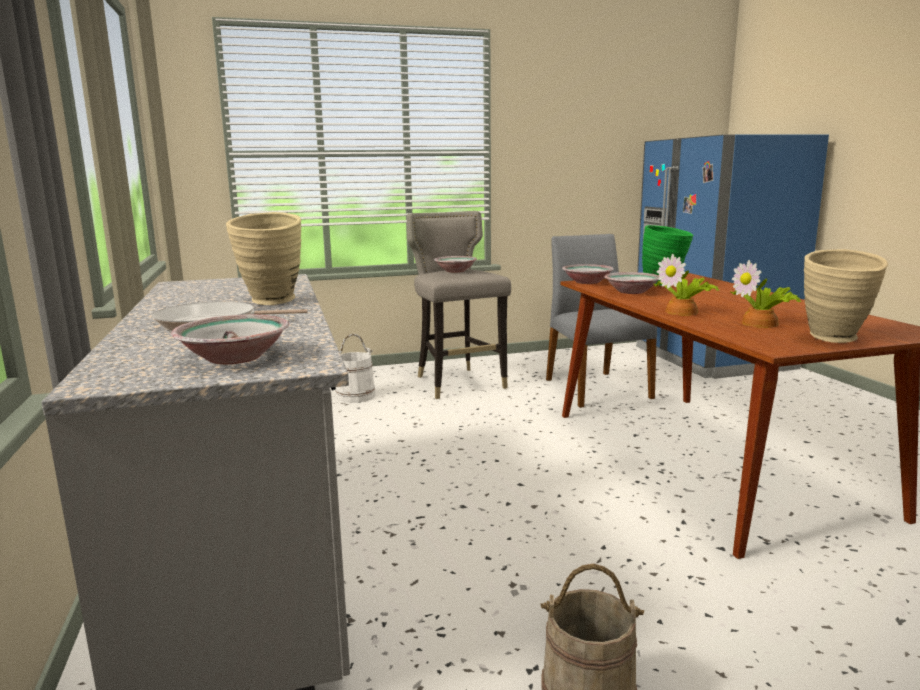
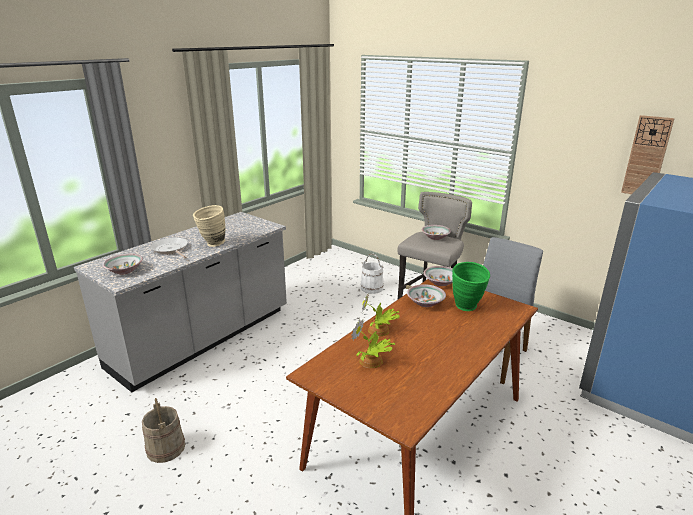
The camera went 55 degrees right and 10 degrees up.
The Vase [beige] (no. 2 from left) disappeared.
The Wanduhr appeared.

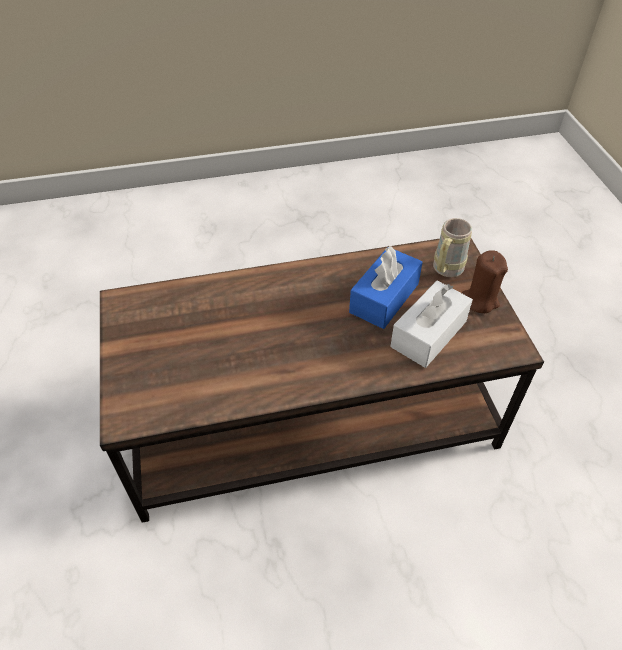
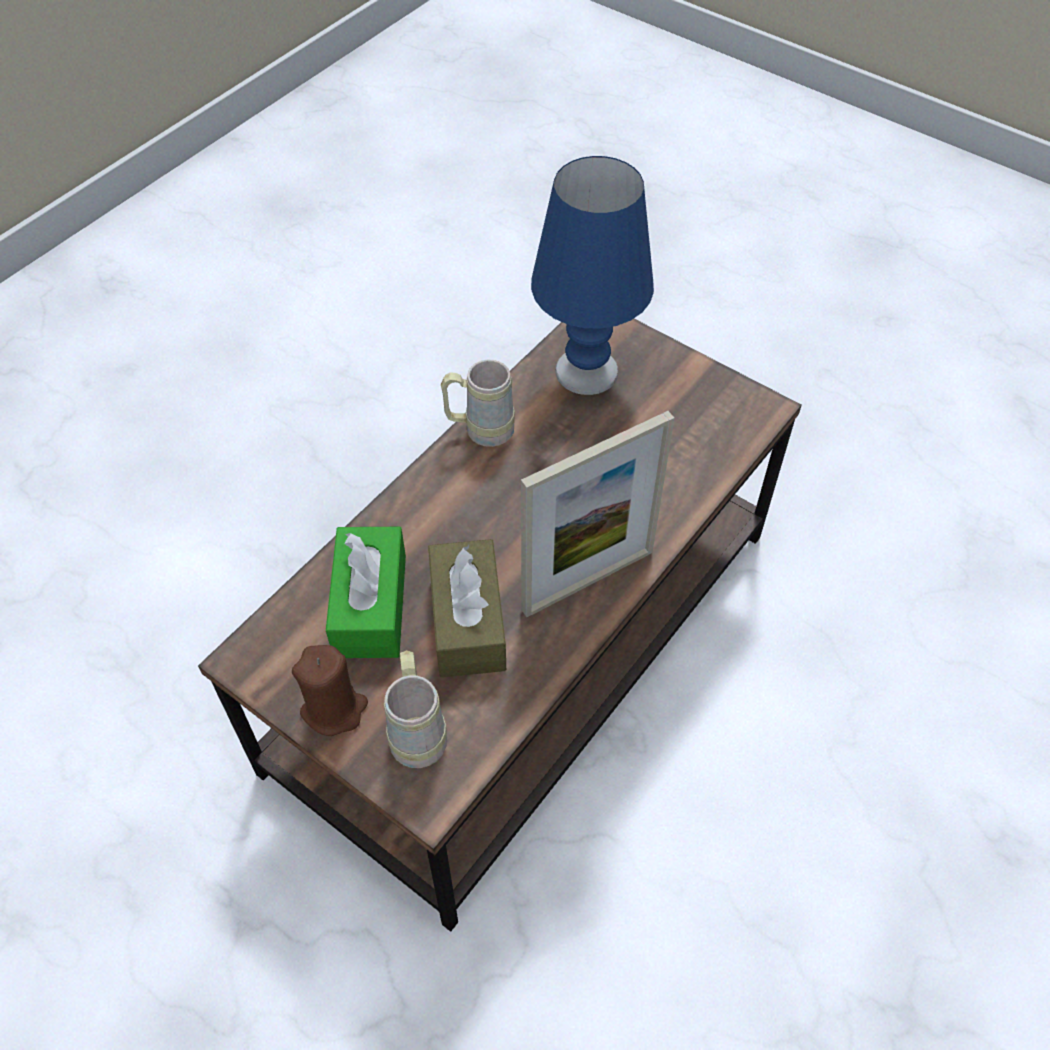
The camera went 140 degrees right and 5 degrees up.
The Henkelbecher [beige] (no. 2 from left) appeared.
The Bilderrahmen appeared.
The Tischlampe [blau] appeared.
The Taschentuchbox [blau] became the Taschentuchbox [braun].
The Taschentuchbox [weiß] became the Taschentuchbox [grün].

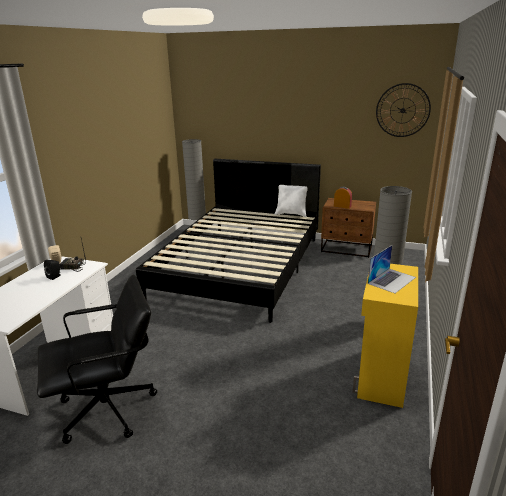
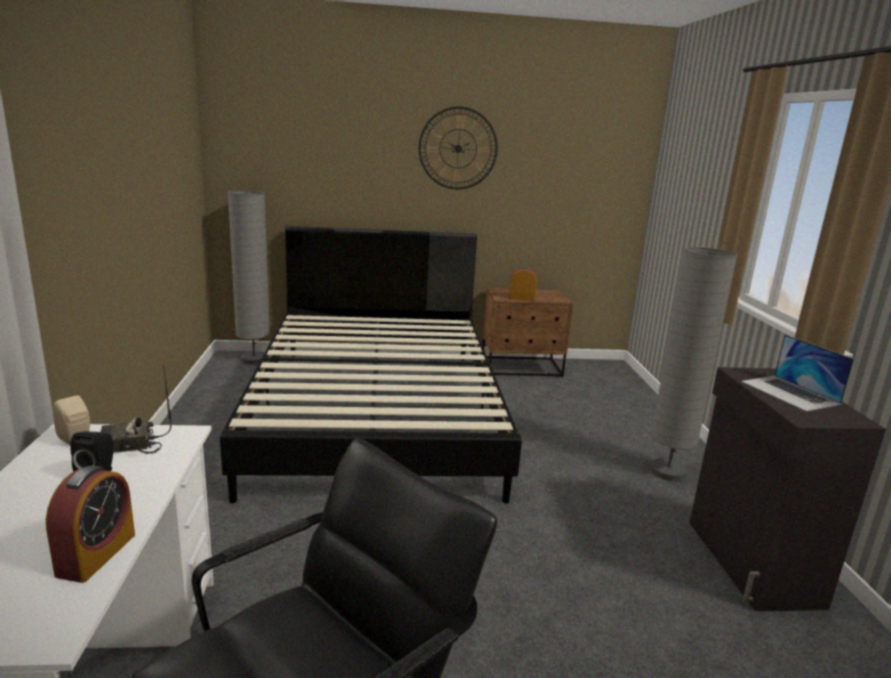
The camera went 25 degrees left and 5 degrees down.
The Kissen [weiß] disappeared.
The Wecker (no. 1 from left) appeared.
The Wanduhr moved.
The Schrank [gelb] became the Schrank [schwarz].
The Laptop turned 135 degrees clockwise.

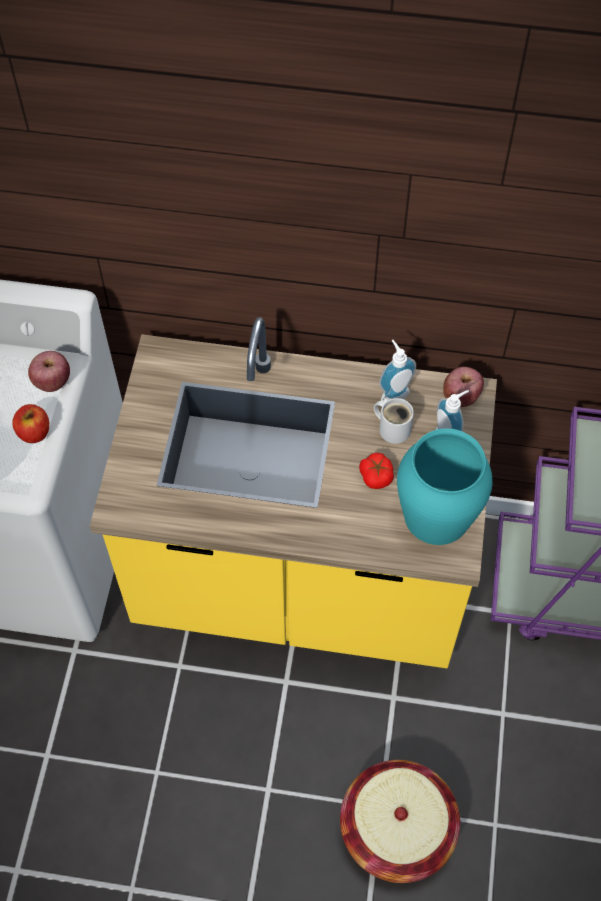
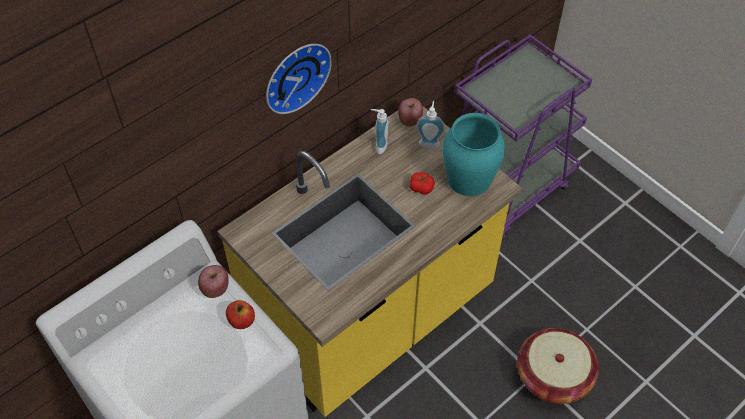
The camera went 50 degrees left and 5 degrees down.
The Henkelbecher [weiß] disappeared.
The Wanduhr appeared.

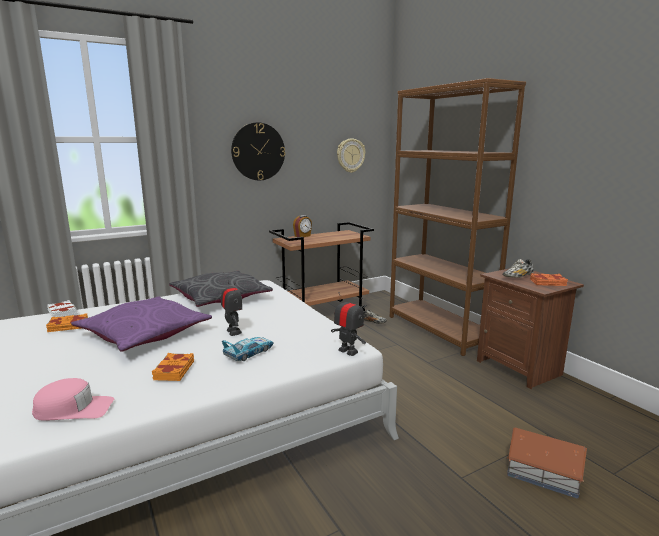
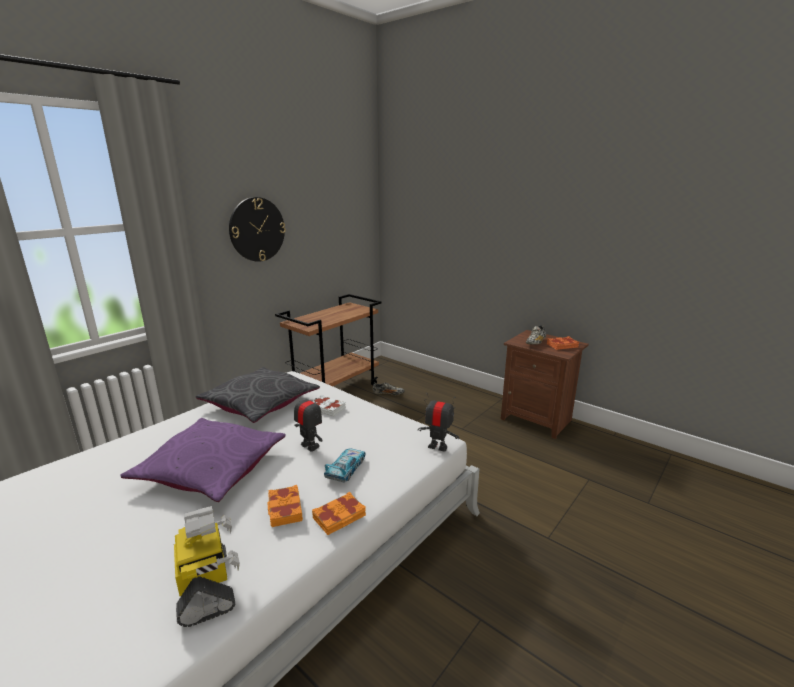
The camera went 20 degrees left and 5 degrees up.
The Wecker disappeared.
The Wanduhr (no. 2 from left) disappeared.
The Bücherregal [braun] disappeared.
The Spielzeughaus disappeared.
The Buch [orange] (no. 1 from left in the first image) moved.
The Buch [weiß] moved.
The Kappe [rosa] was replaced by the Spielzeugroboter (no. 1 from left).

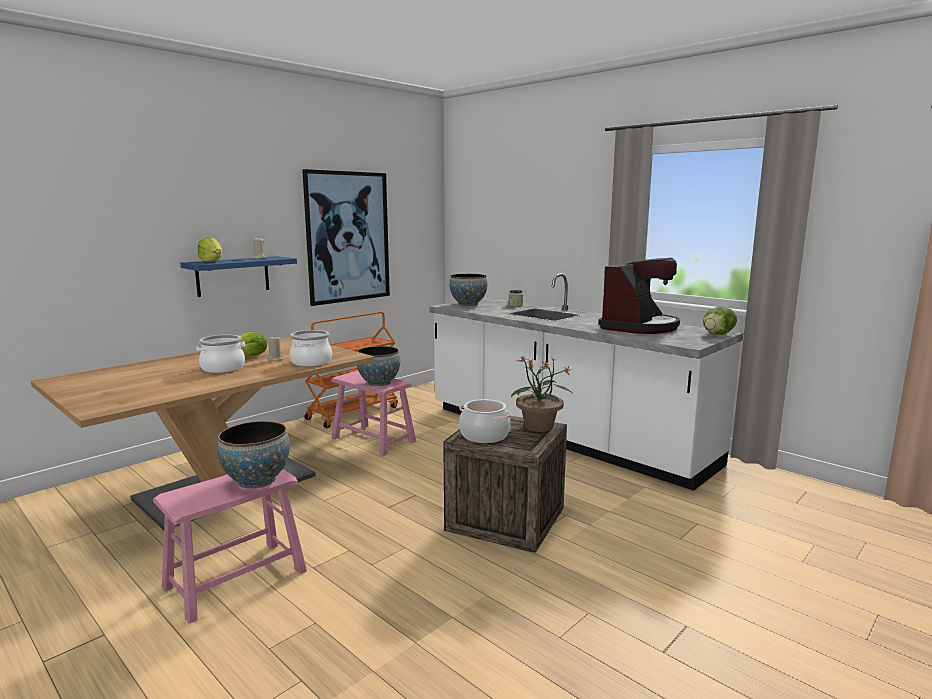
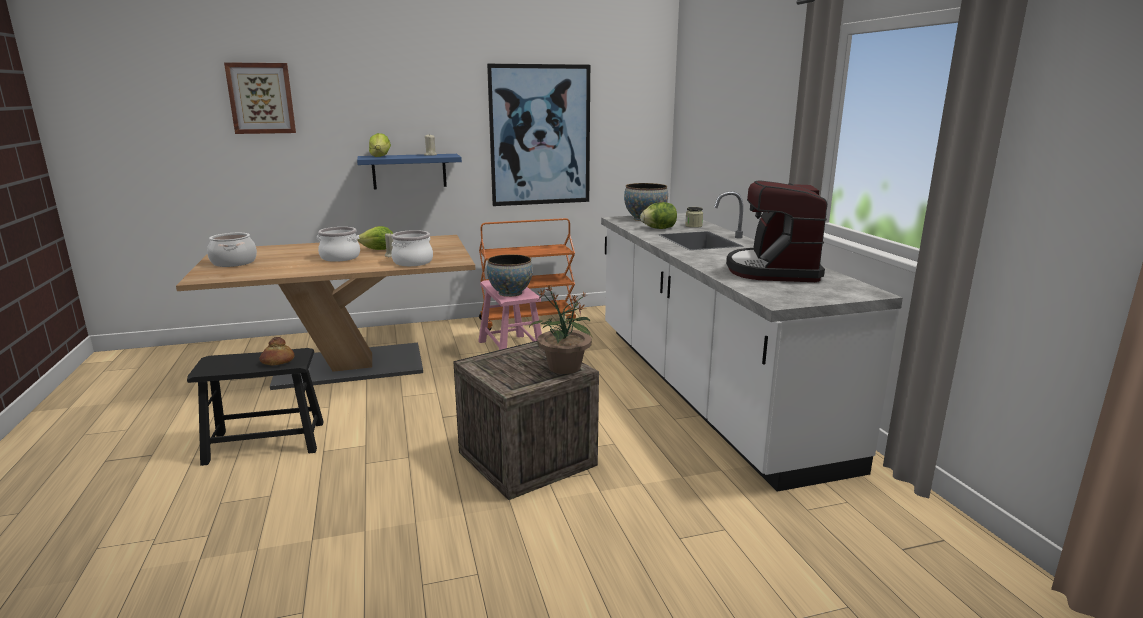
The camera went 30 degrees right and 5 degrees up.
The Bild (no. 1 from left) appeared.
The Kochtopf (no. 3 from left in the first image) moved.
The Salatkopf (no. 3 from left) moved.
The Schüssel (no. 1 from left) was replaced by the Brot.
The Hocker [rosa] (no. 1 from left) became the Hocker [schwarz].
The Kaffeemaschine turned 120 degrees clockwise.

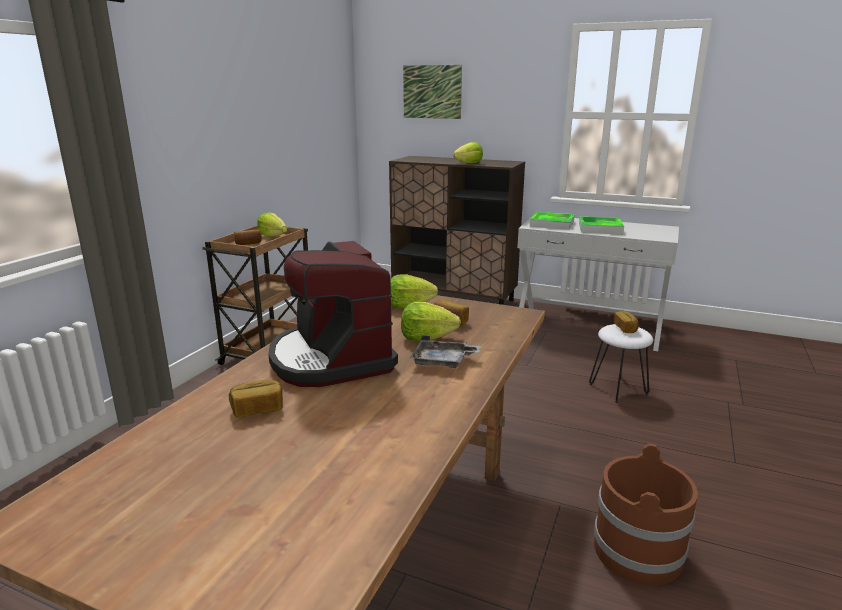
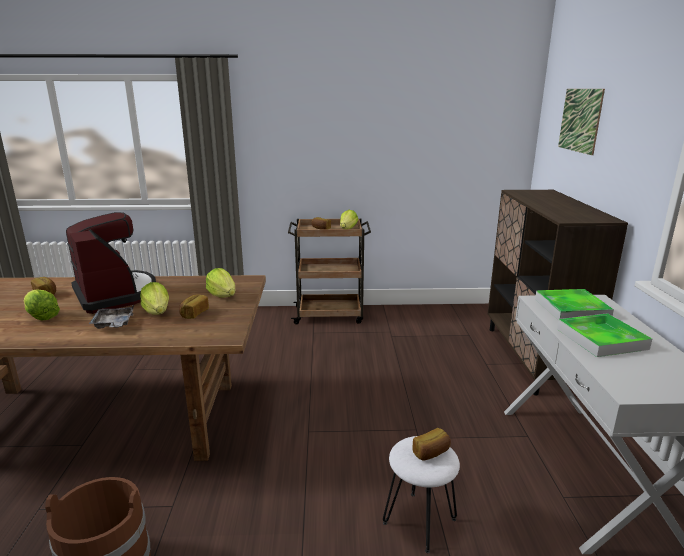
The camera went 65 degrees right and 0 degrees up.
The Salatkopf (no. 4 from left in the first image) moved.
The Kaffeemaschine turned 105 degrees clockwise.

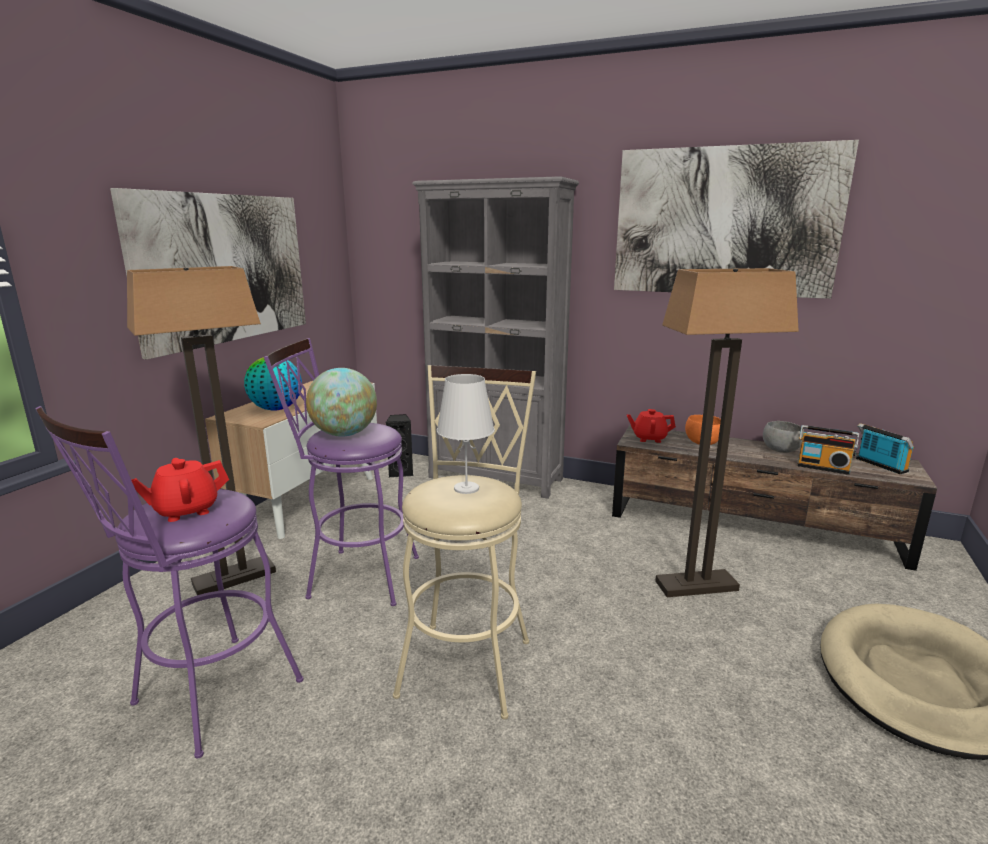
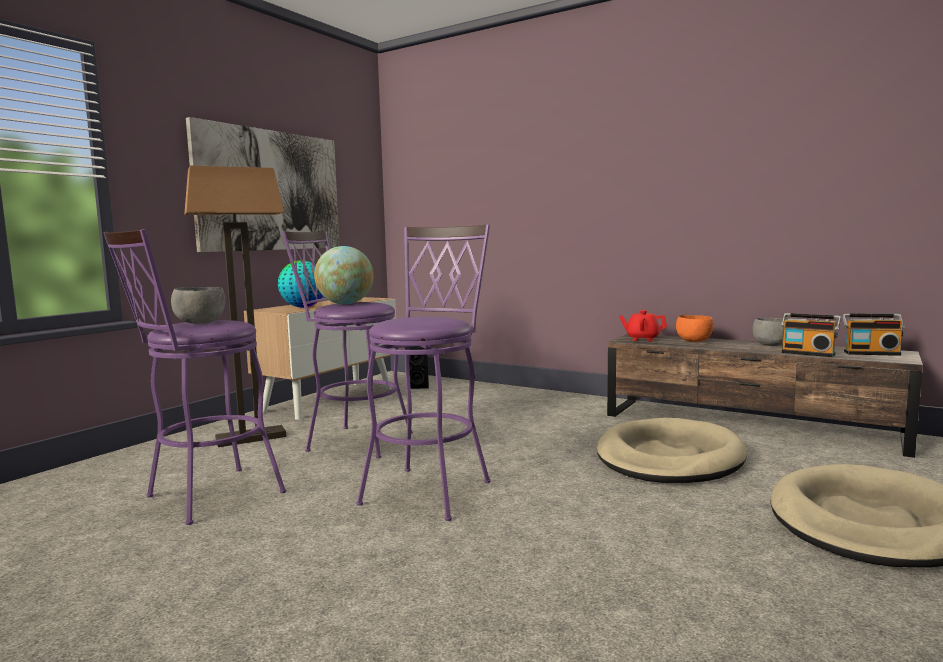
The camera went 10 degrees right and 10 degrees down.
The Bücherregal [grau] disappeared.
The Tischlampe [weiß] disappeared.
The Bild (no. 2 from left) disappeared.
The Teekanne [rot] (no. 1 from left) was replaced by the Schüssel [grau] (no. 1 from left).
The Stehlampe (no. 2 from left) was replaced by the Hundebett [beige] (no. 1 from left).
The Hocker [beige] became the Hocker [lila] (no. 3 from left).
The Radio (no. 2 from left) turned 120 degrees clockwise.

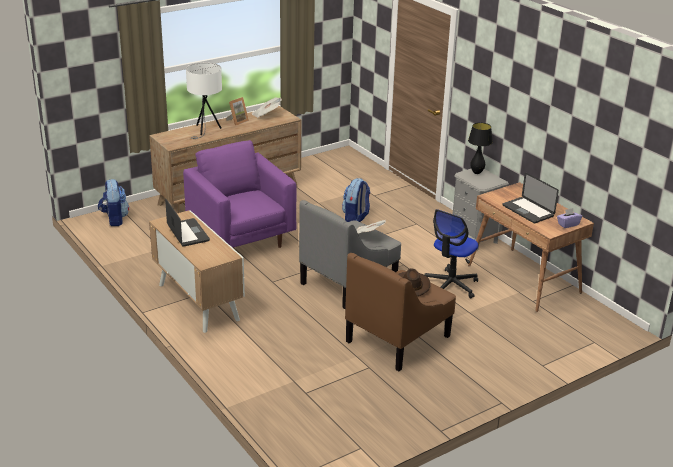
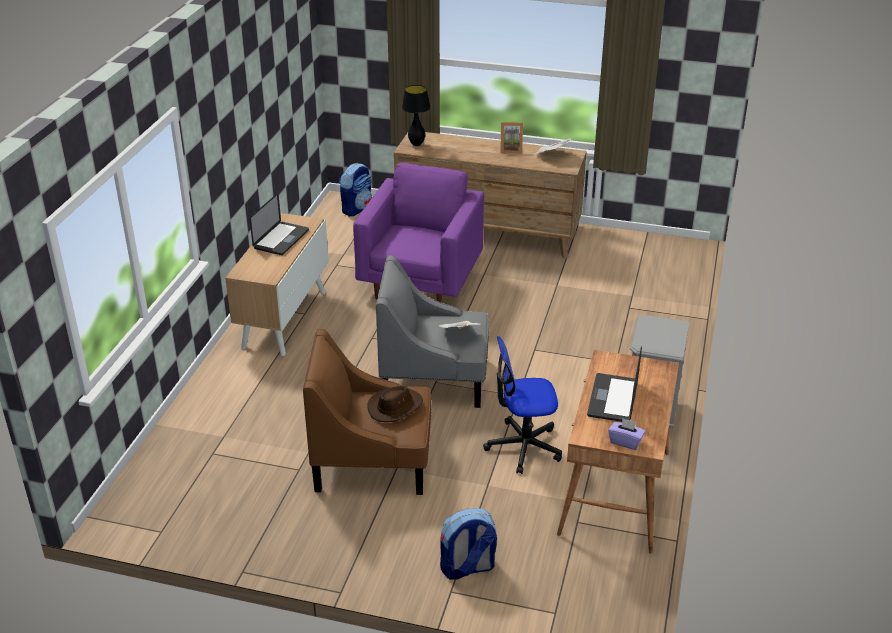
The camera went 50 degrees right and 5 degrees up.
The Tischlampe [weiß] disappeared.
The Rucksack (no. 2 from left) moved.
The Tischlampe [schwarz] moved.

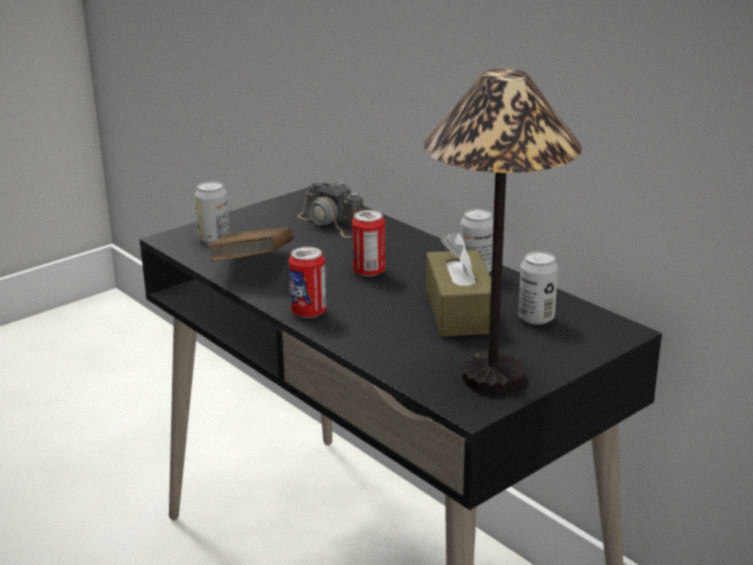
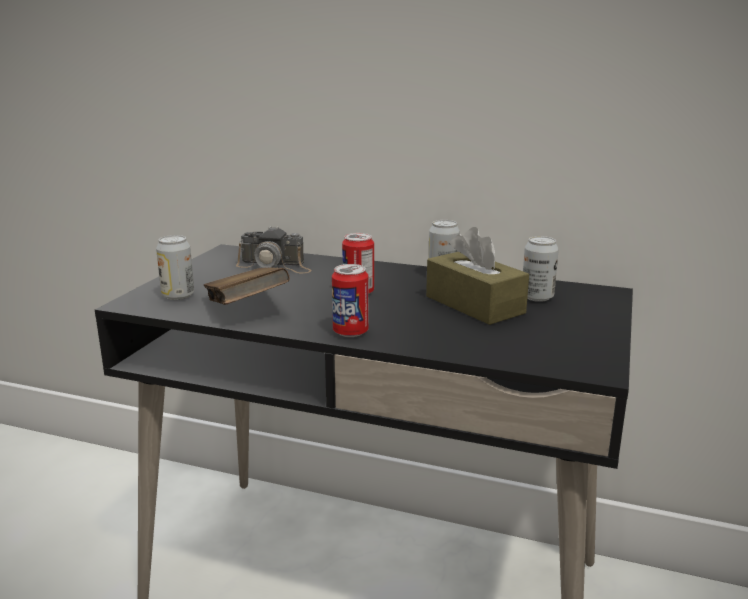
The camera went 30 degrees left and 5 degrees down.
The Tischlampe disappeared.

